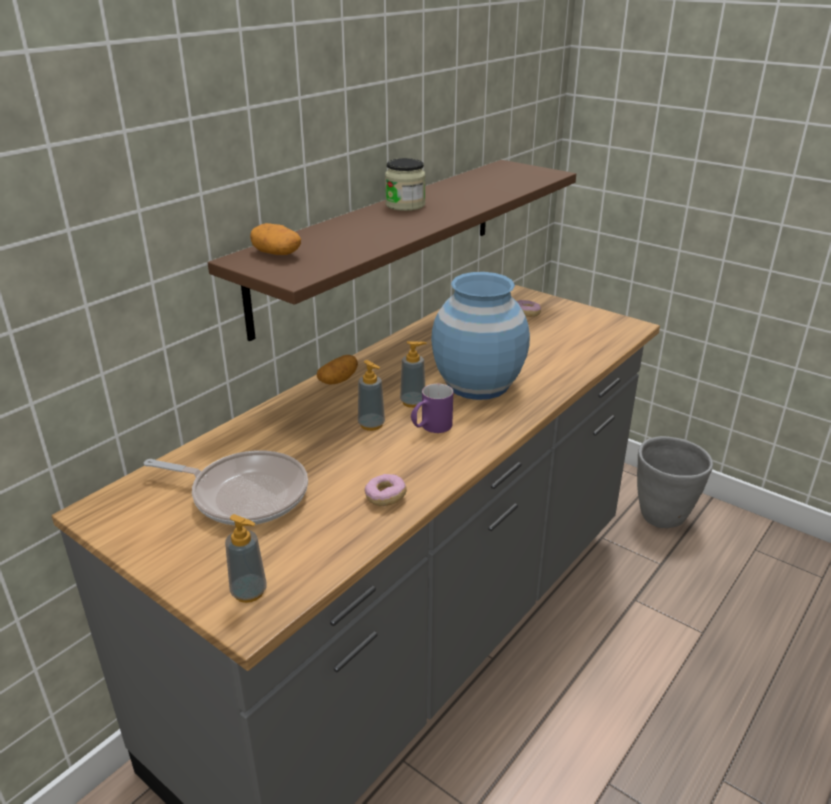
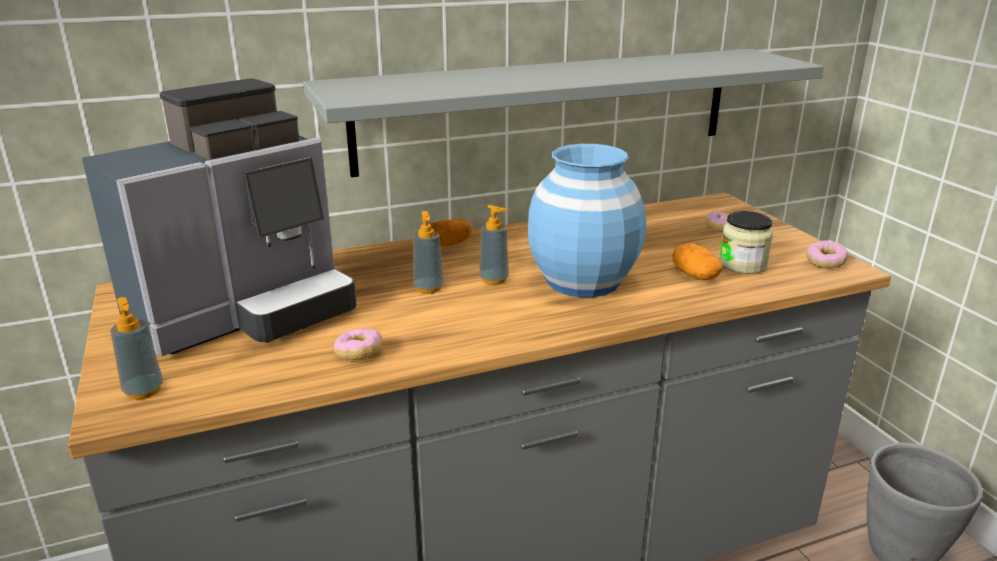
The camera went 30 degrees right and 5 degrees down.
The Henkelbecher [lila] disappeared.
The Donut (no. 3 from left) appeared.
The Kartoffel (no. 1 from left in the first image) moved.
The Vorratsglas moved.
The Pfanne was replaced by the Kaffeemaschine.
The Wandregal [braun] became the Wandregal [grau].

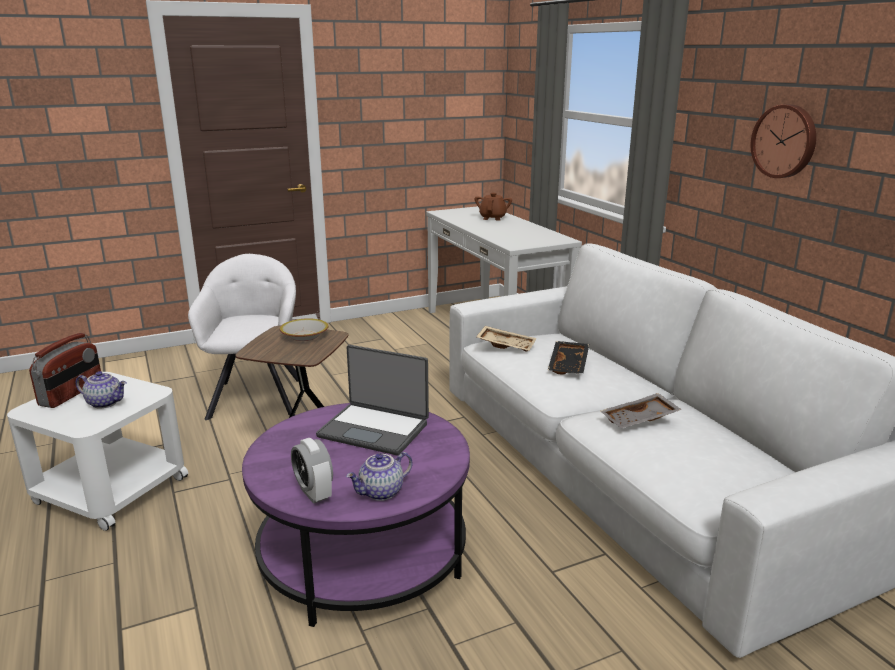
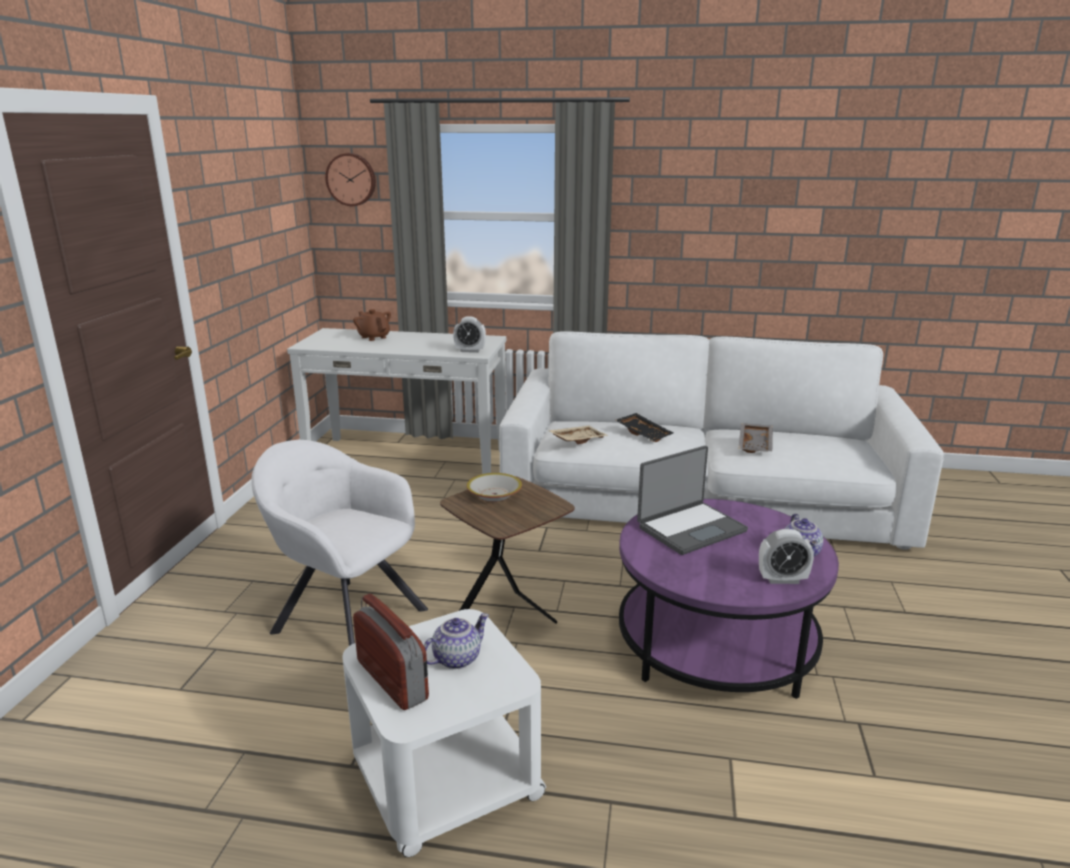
The camera went 55 degrees left and 0 degrees up.
The Wecker (no. 1 from left) appeared.
The Wanduhr moved.

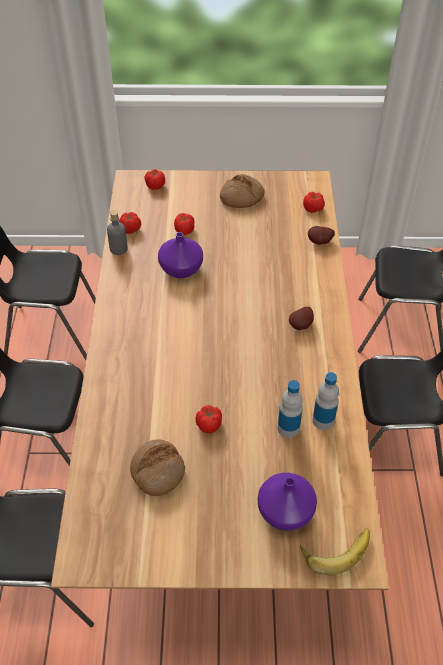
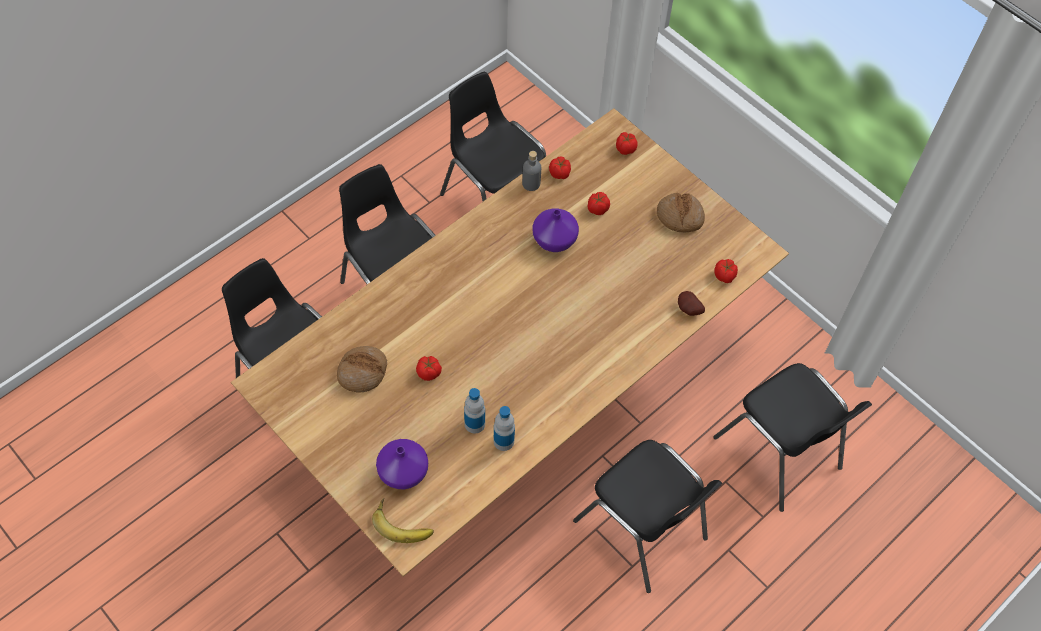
The camera went 45 degrees right and 10 degrees up.
The Kartoffel (no. 1 from left) disappeared.

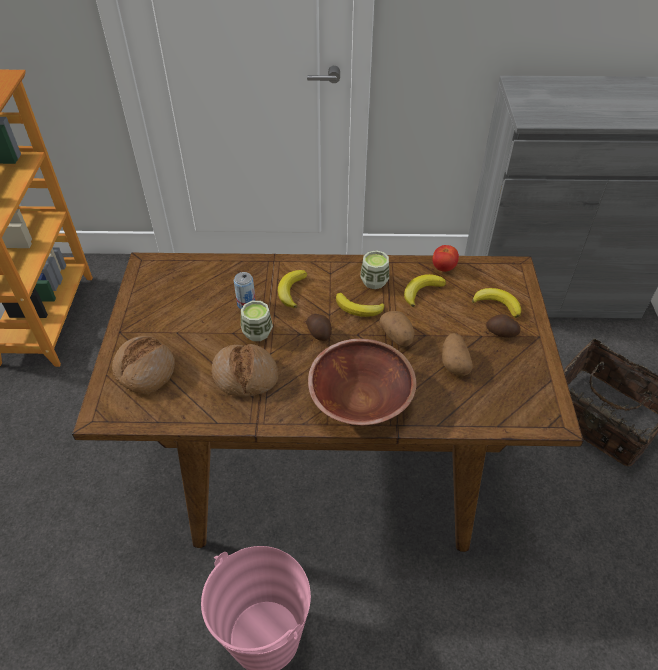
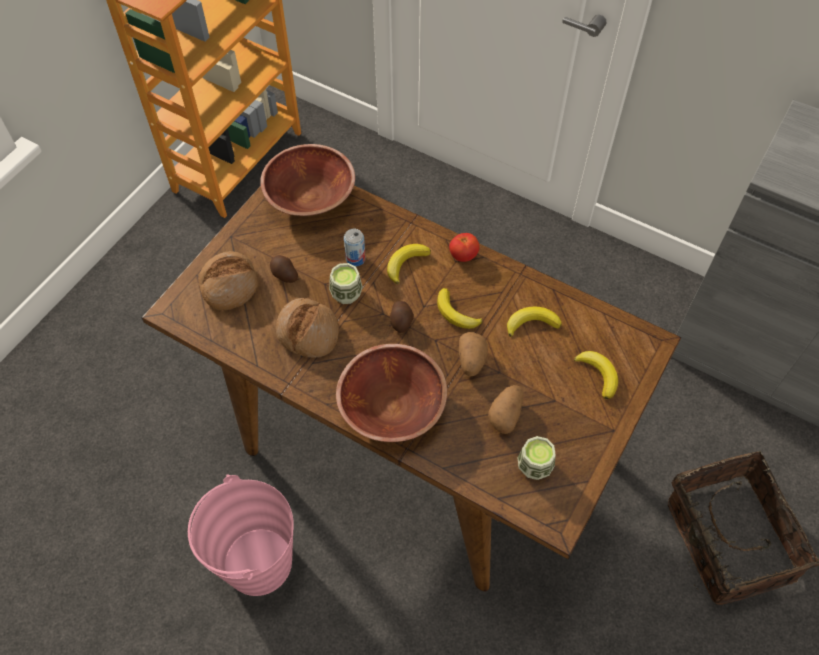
The camera went 30 degrees right and 10 degrees up.
The Schüssel [braun] (no. 1 from left) appeared.
The Tasse (no. 2 from left) moved.
The Tomate moved.
The Kartoffel (no. 4 from left in the first image) moved.

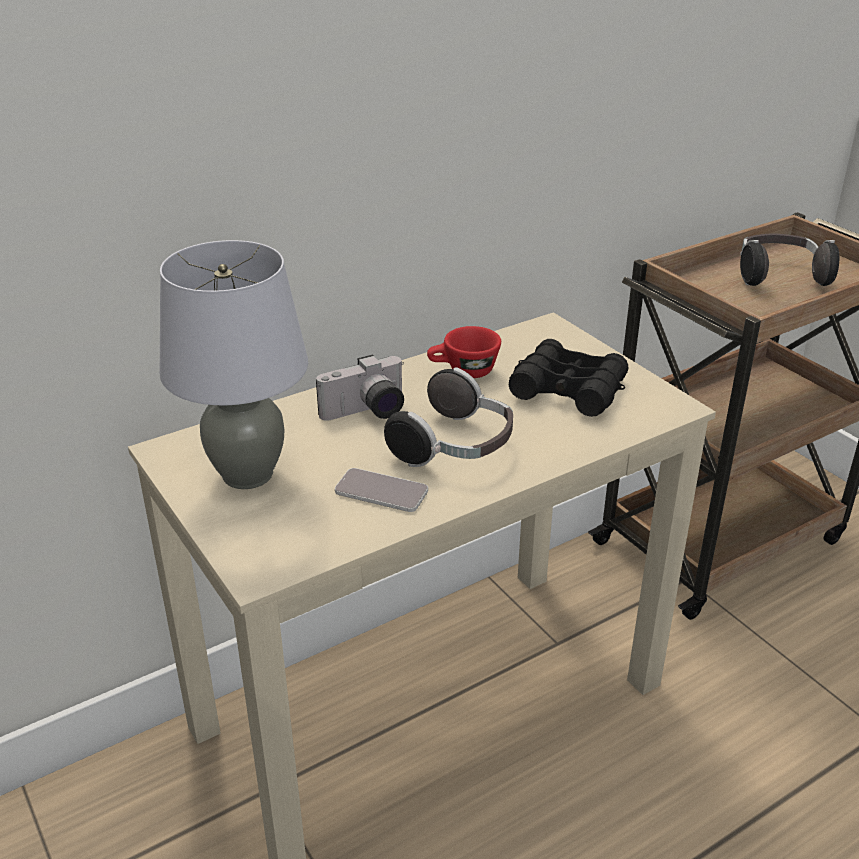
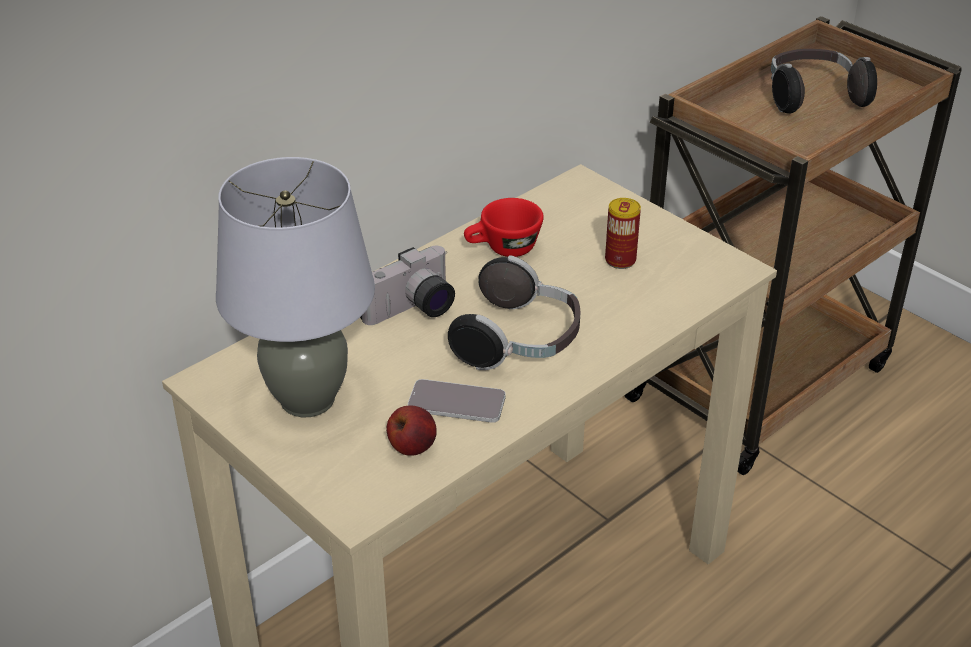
The camera went 10 degrees left and 5 degrees up.
The Apfel appeared.
The Fernglas [schwarz] was replaced by the Dose.

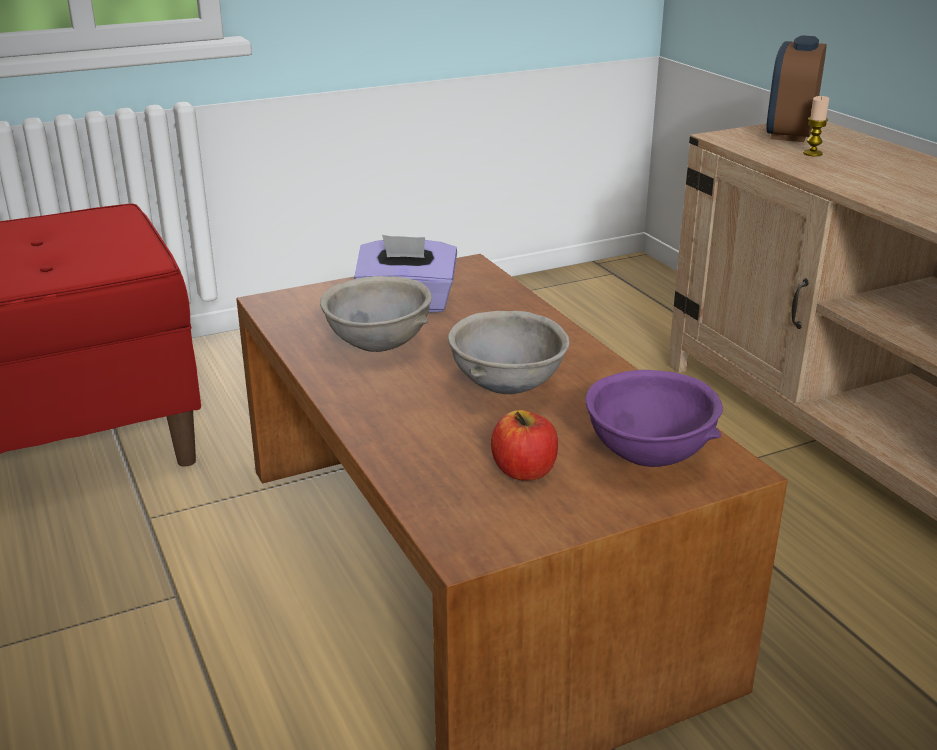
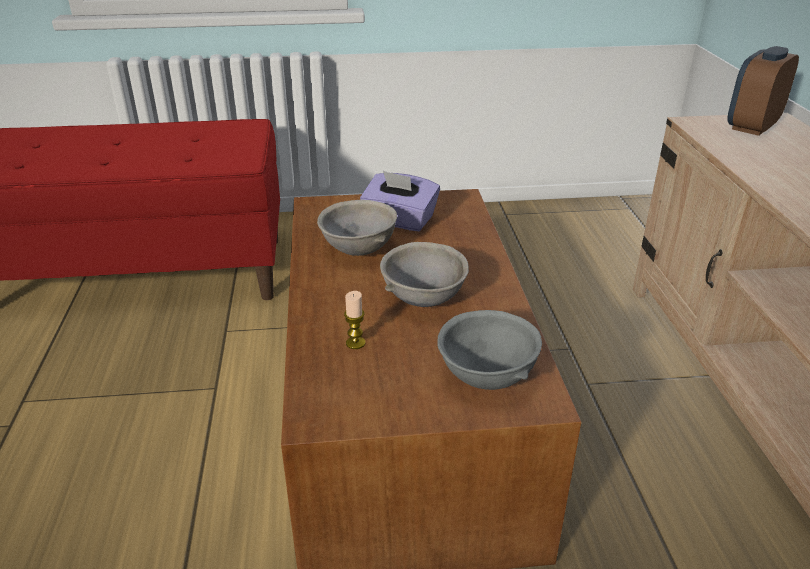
The camera went 20 degrees right and 5 degrees up.
The Apfel disappeared.
The Kerze moved.
The Schüssel [lila] became the Schüssel [grau] (no. 3 from left).

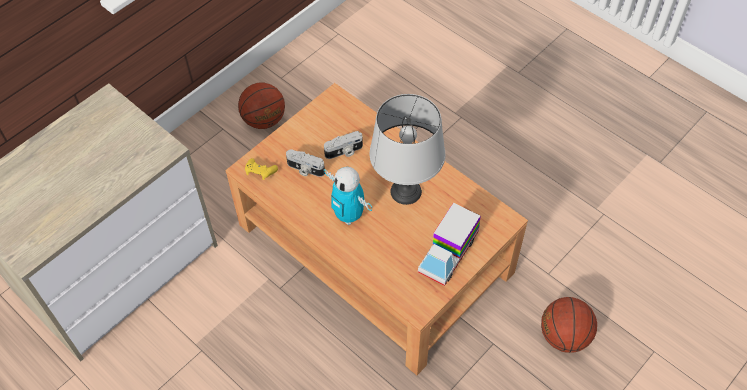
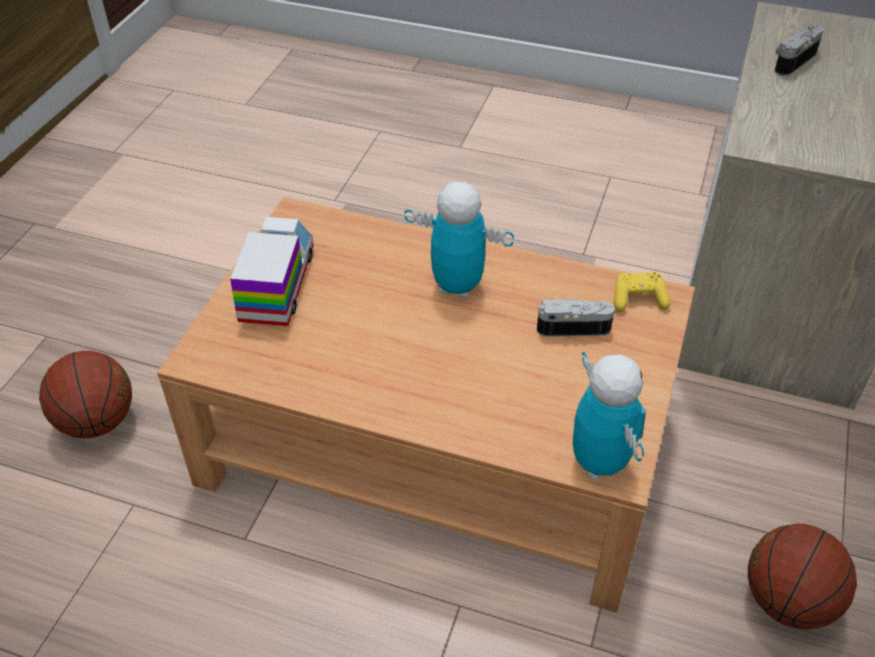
The camera went 155 degrees right and 10 degrees down.
The Tischlampe [grau] disappeared.
The Spielzeugroboter (no. 2 from left) appeared.
The Kamera (no. 2 from left) moved.

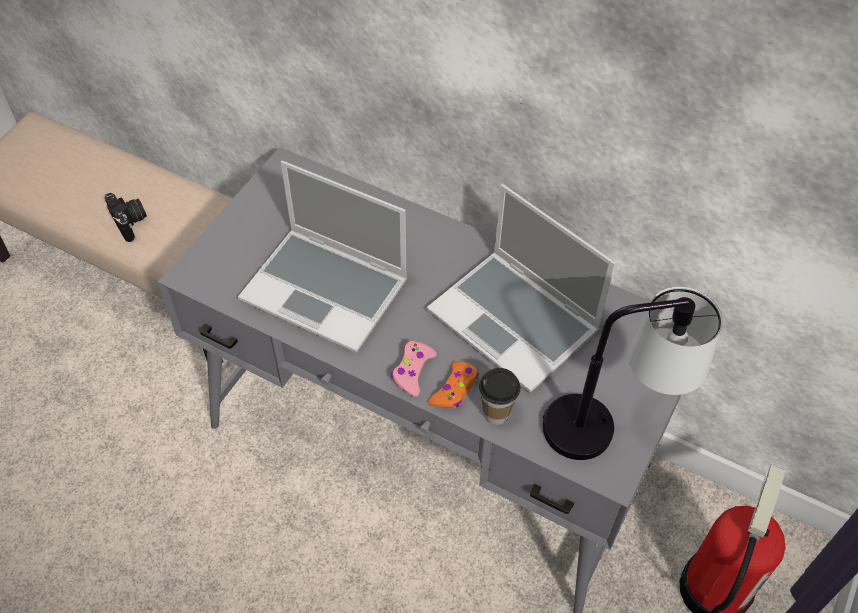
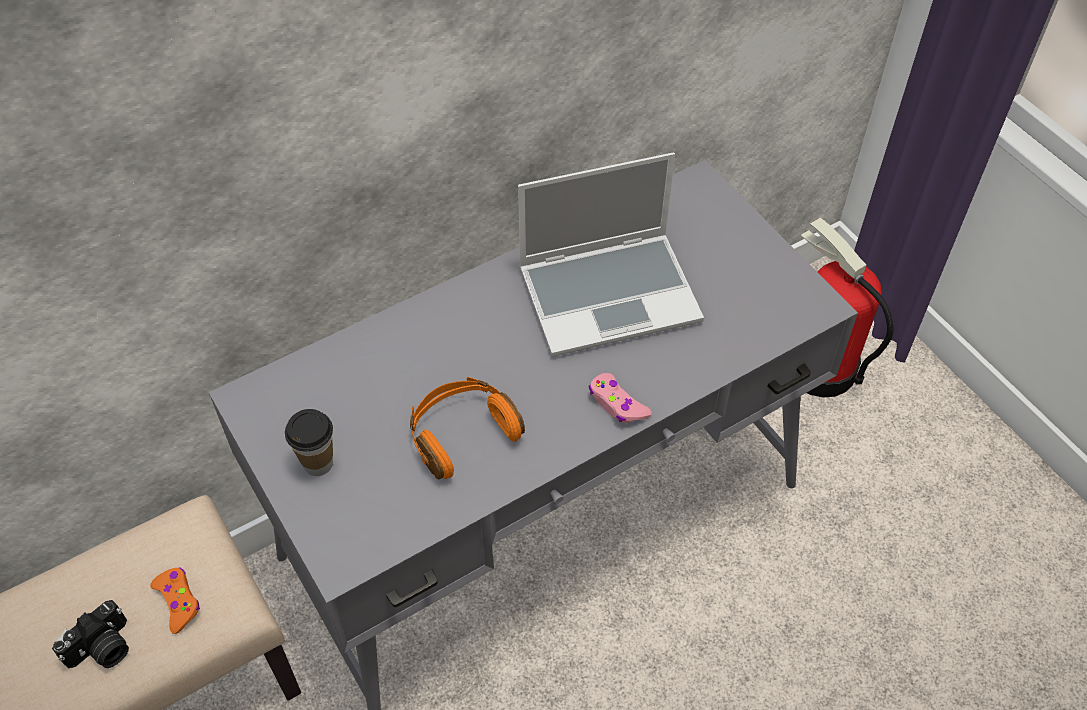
The camera went 60 degrees left and 0 degrees up.
The Tischlampe disappeared.
The Gamepad [orange] moved.
The Tasse moved.
The Laptop (no. 1 from left) was replaced by the Kopfhörer [orange].
The Kamera turned 135 degrees clockwise.

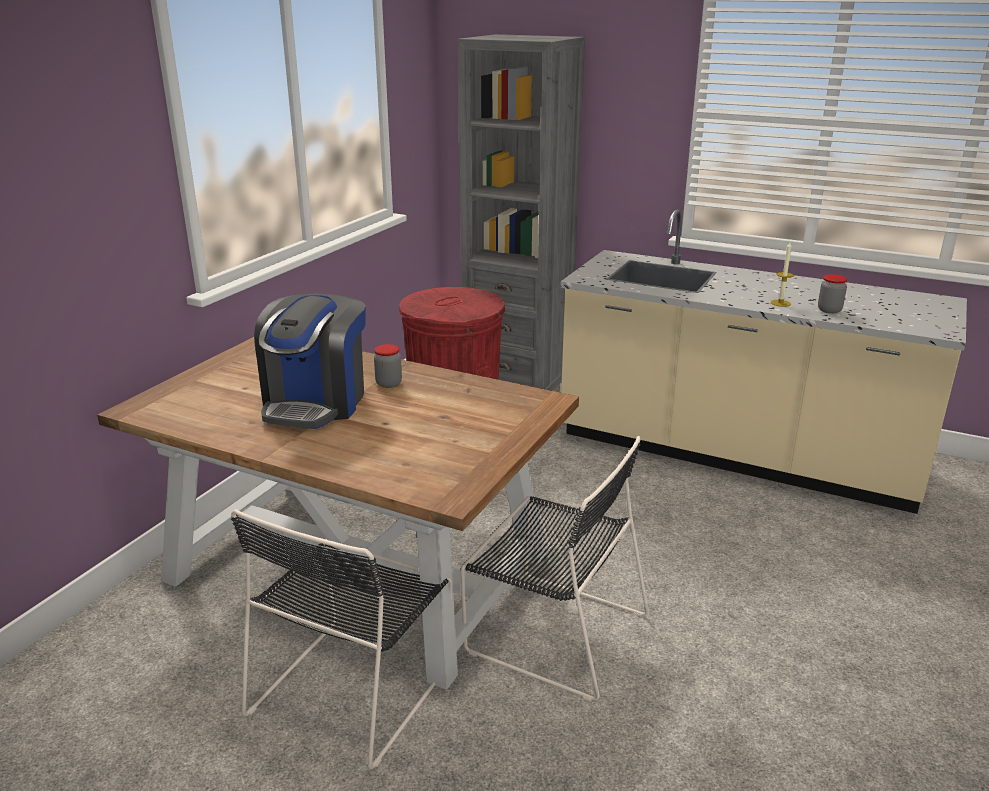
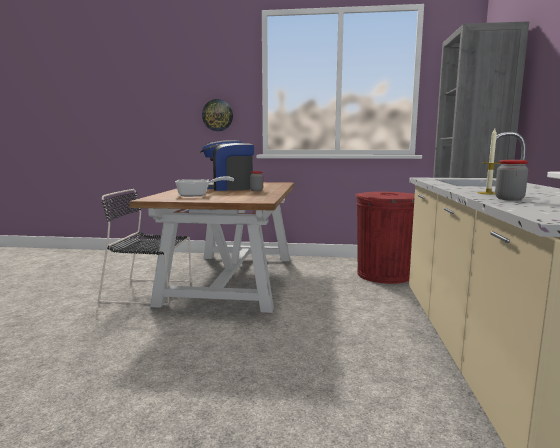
The camera went 70 degrees right and 15 degrees down.
The Stuhl [schwarz] (no. 2 from left) disappeared.
The Pfanne appeared.
The Wanduhr appeared.

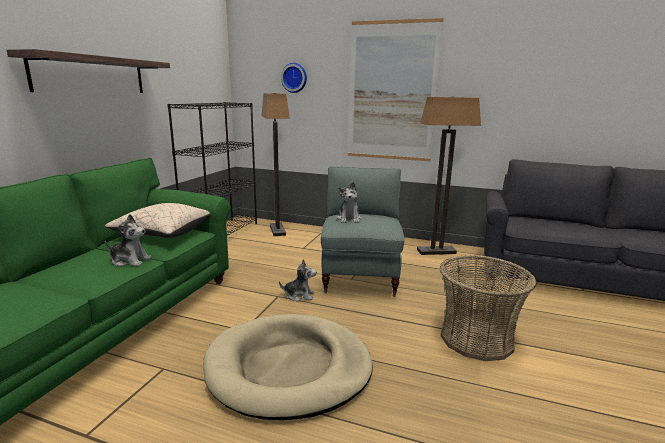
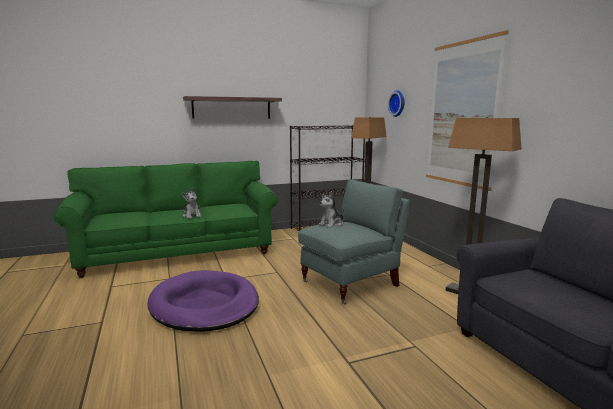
The camera went 50 degrees right and 5 degrees down.
The Kissen [beige] disappeared.
The Plüschtier (no. 2 from left) disappeared.
The Korb disappeared.
The Hundebett [beige] became the Hundebett [lila].

